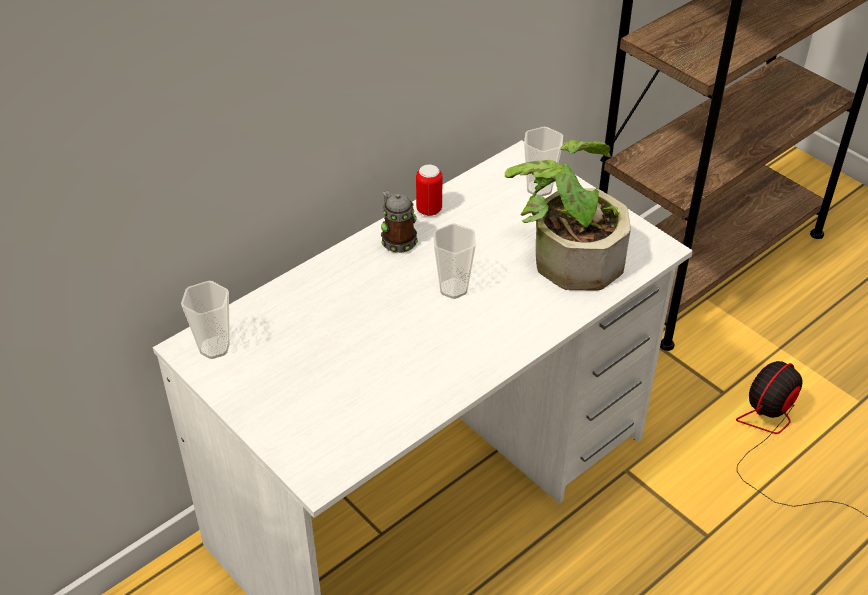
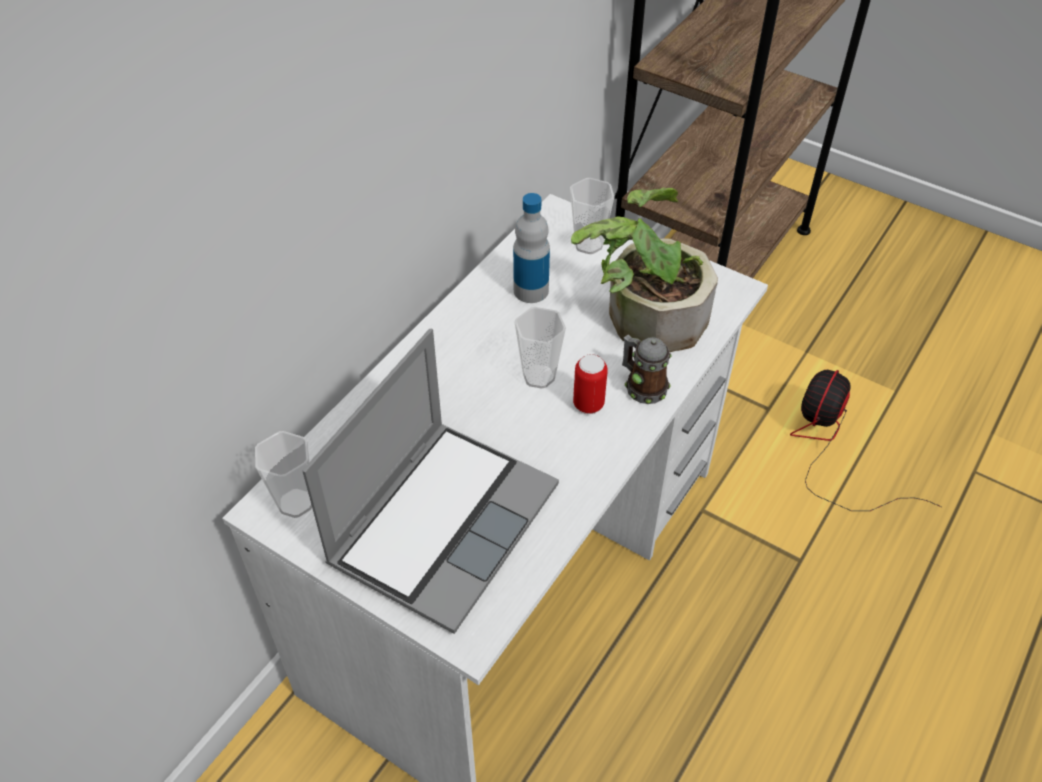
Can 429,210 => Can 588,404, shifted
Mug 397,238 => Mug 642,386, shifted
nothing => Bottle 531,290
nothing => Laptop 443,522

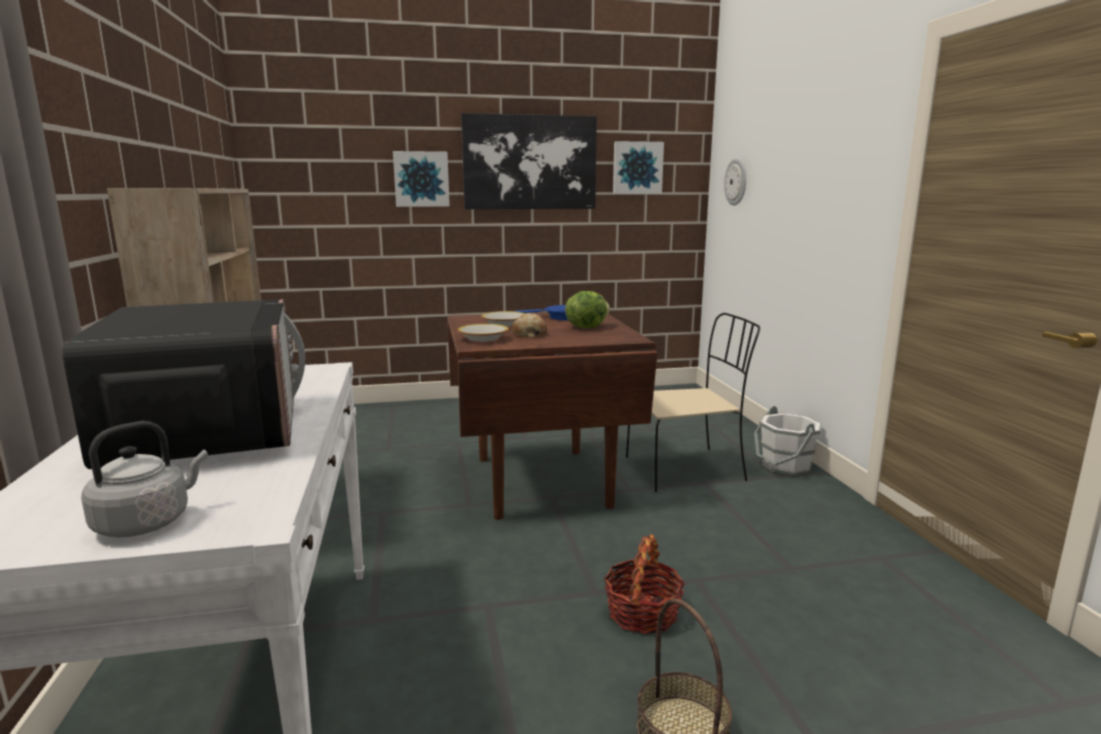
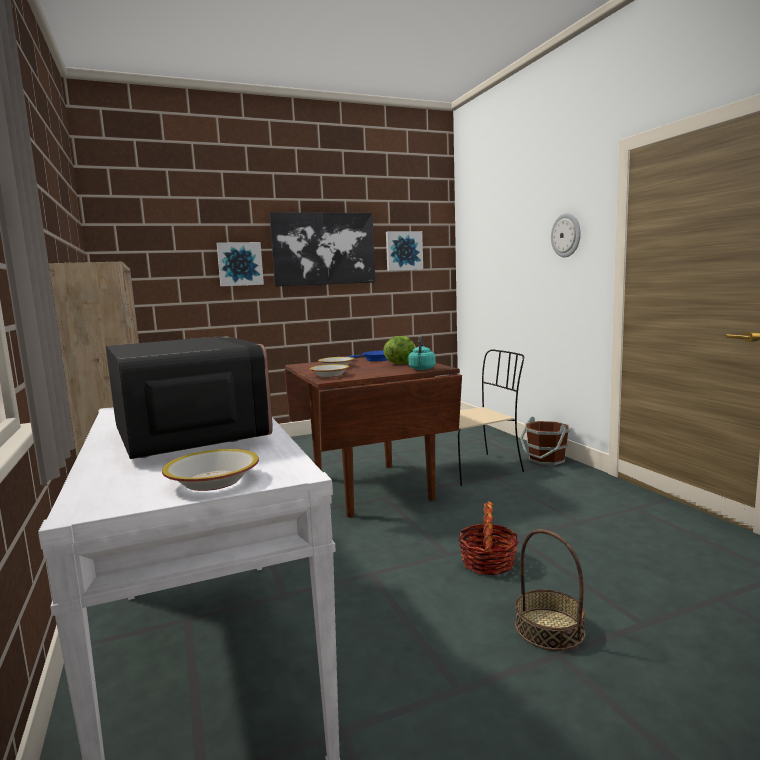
WallClock 736,182 => WallClock 566,235, shifted
Bread 529,334 => nothing
WhiteBucket 785,466 => BrownBucket 546,459
GreyKettle 147,522 => Bowl 213,481
nothing => TurquoiseKettle 422,369

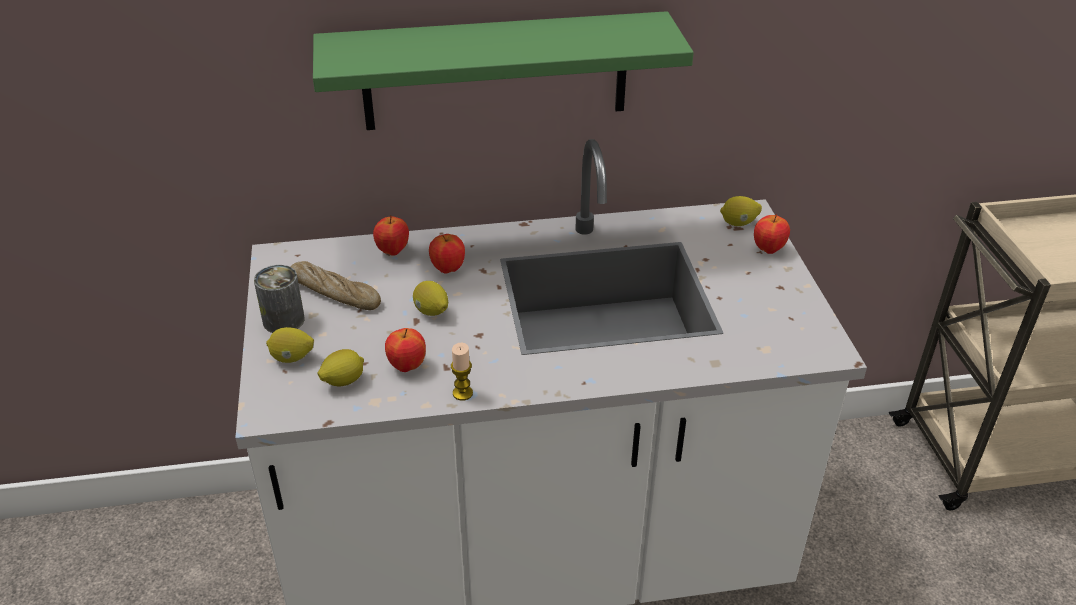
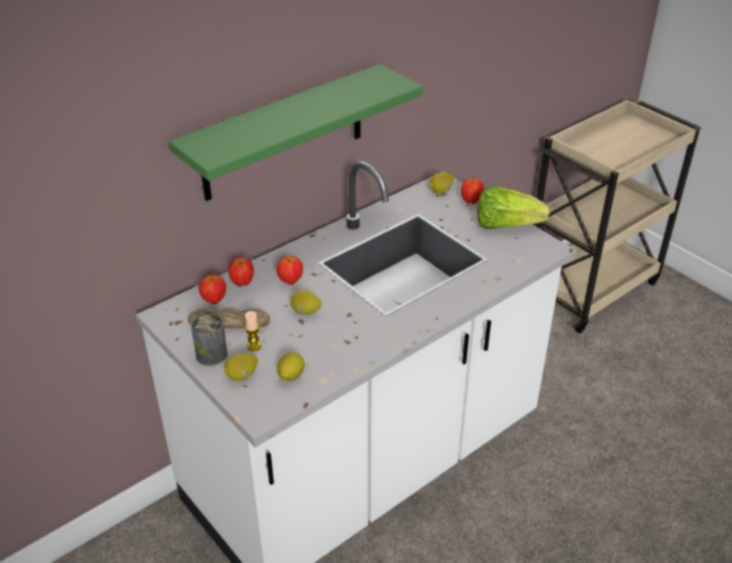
Apple 407,366 => Apple 214,300, shifted
Candle 462,393 => Candle 254,346, shifted
nothing => Lettuce 506,225

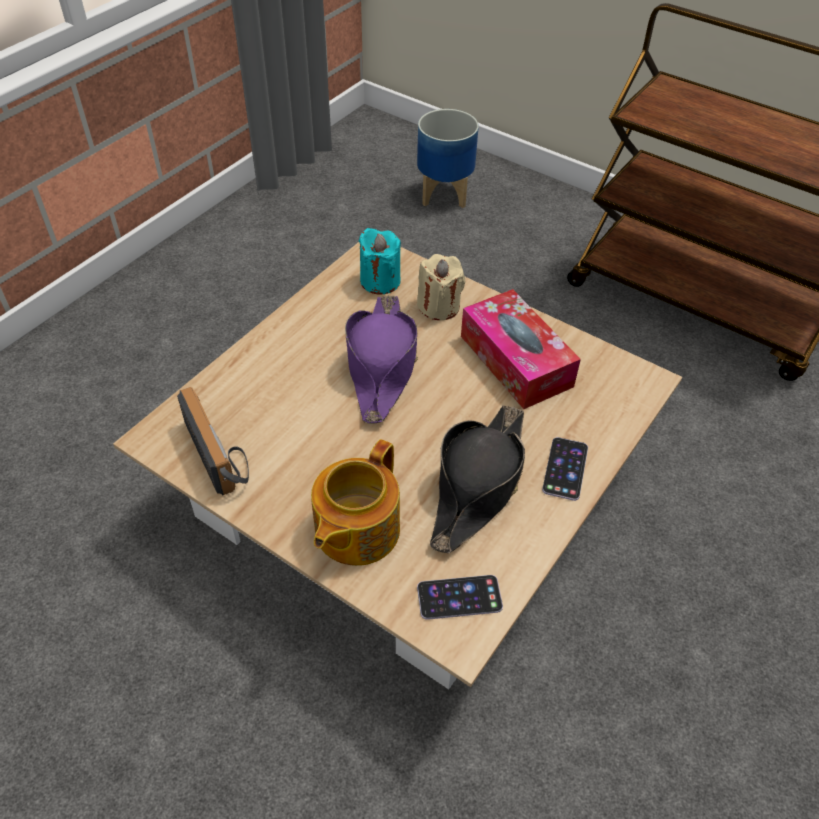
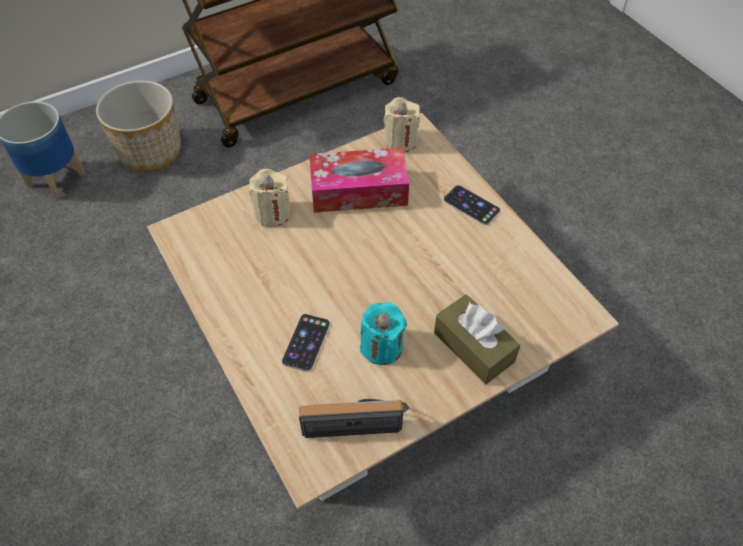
TurquoiseCandle 380,281 => TurquoiseCandle 382,347, shifted
PurpleHat 381,365 => nothing
BlackHat 478,484 => nothing
Teapot 355,530 => BrownTissueBox 473,347
Phone 459,597 => Phone 306,342, shifted
nothing => Planter 150,150
nothing => BeigeCandle 400,141

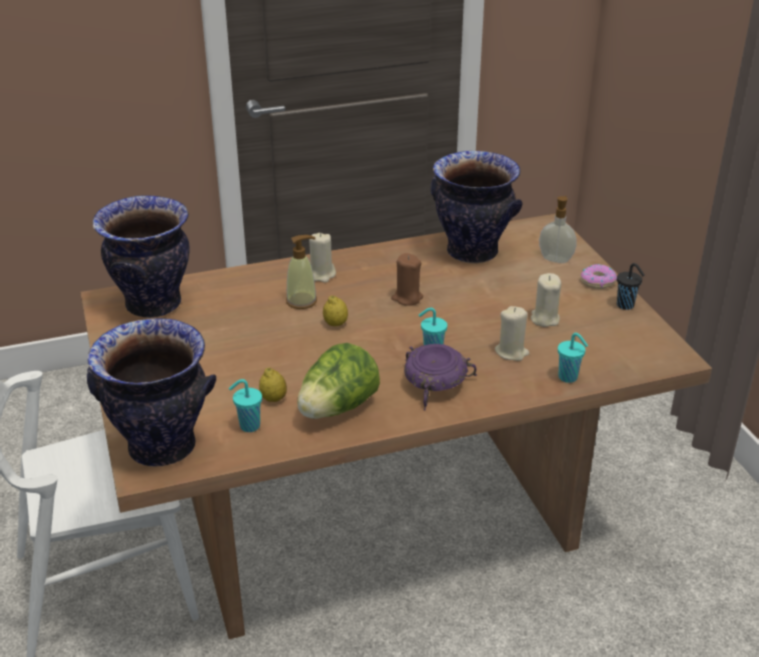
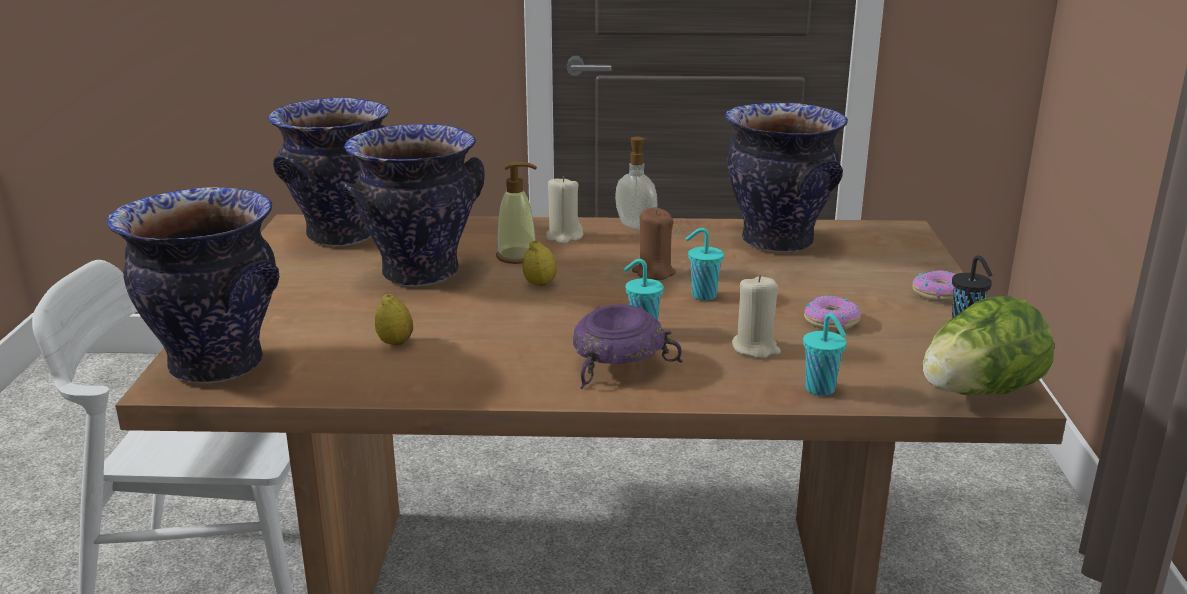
SoapDispenser 556,259 => SoapDispenser 636,225, shifted
BeigeCandle 544,319 => Donut 830,321
Lettuce 337,408 => Lettuce 978,392, shifted
TurquoiseCup 248,426 => TurquoiseCup 702,295, shifted
nothing => Vase 420,273

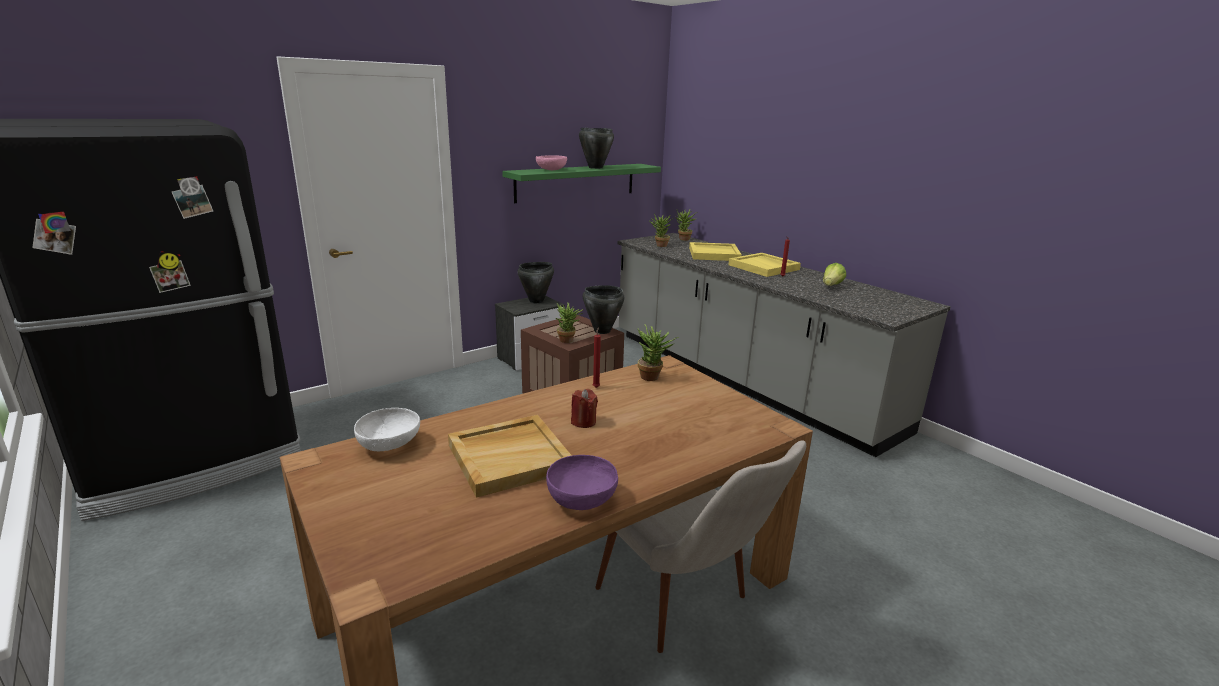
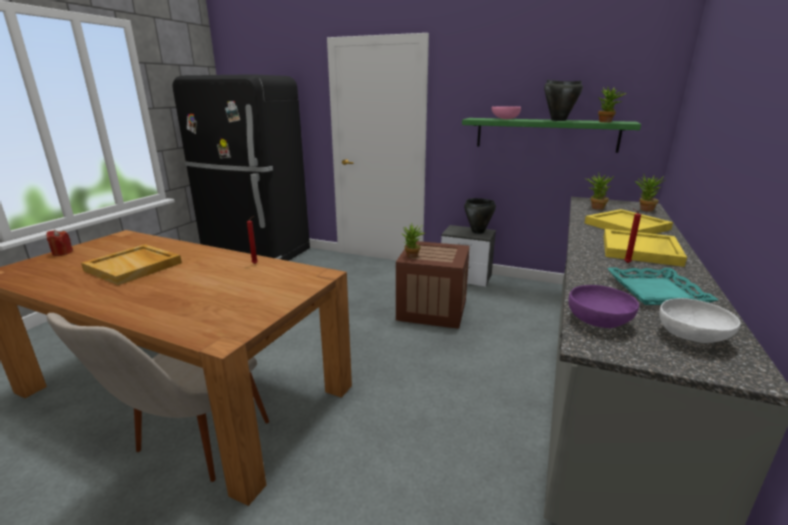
Lettuce 831,286 => TurquoiseTray 656,292
BlackCookingPot 602,331 => nothing
PottedPlant 653,377 => PottedPlant 607,122, shifted
RedCandle 583,422 => RedCandle 62,253, shifted
WhiteBowl 390,445 => WhiteBowl 692,337, shifted
PurpleBowl 581,498 => PurpleBowl 599,321, shifted

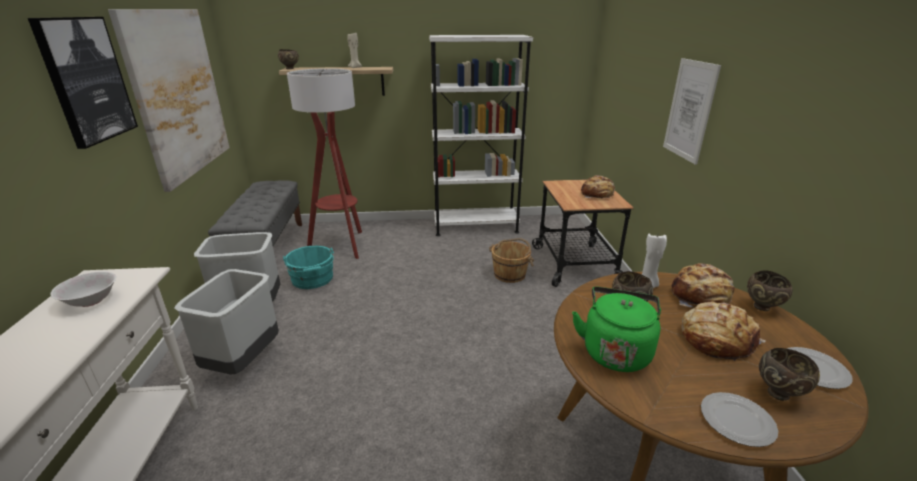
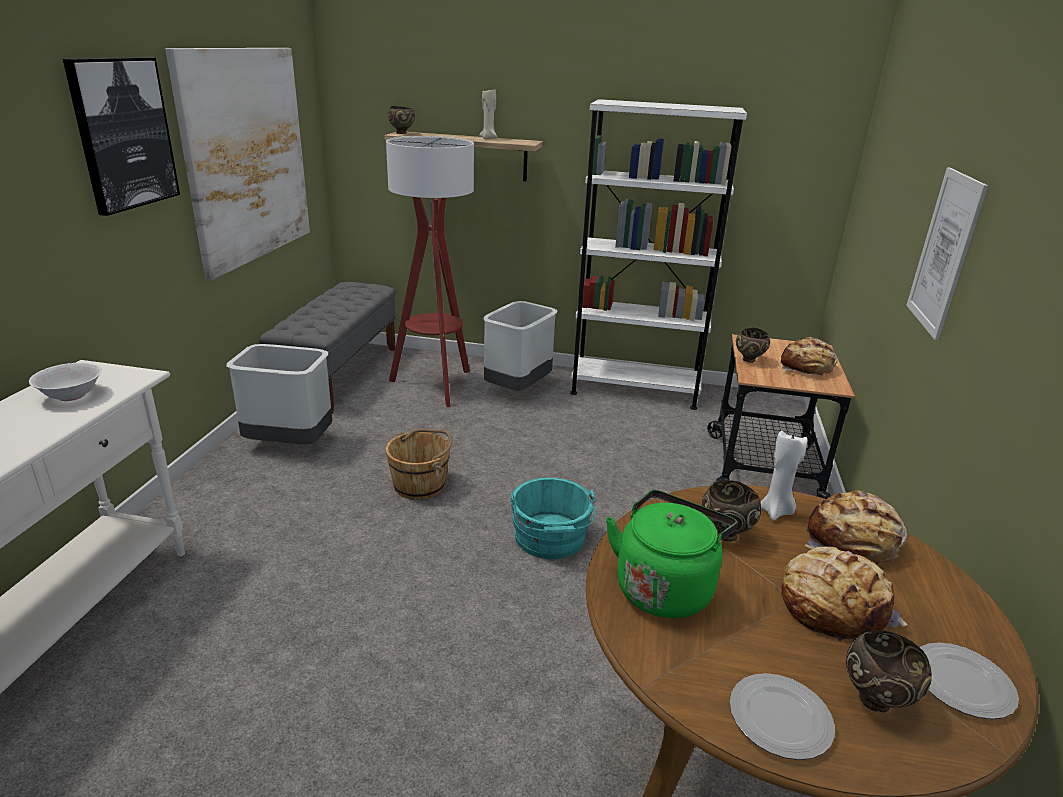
BrownBucket 510,274 => BrownBucket 420,485, shifted
TurquoiseBucket 313,279 => TurquoiseBucket 550,539, shifted
GreyTrashCan 243,360 => GreyTrashCan 517,388, shifted
BrownBowl 762,308 => BrownBowl 749,360, shifted

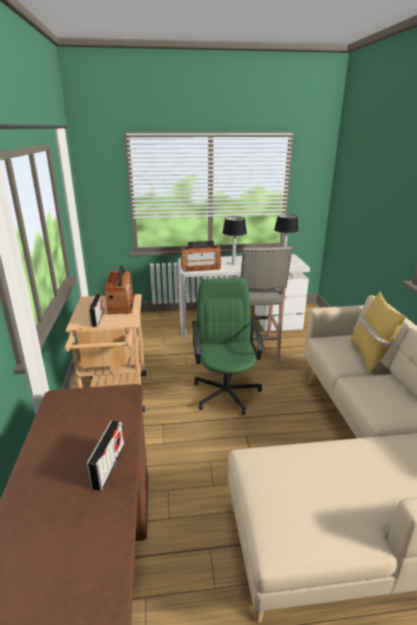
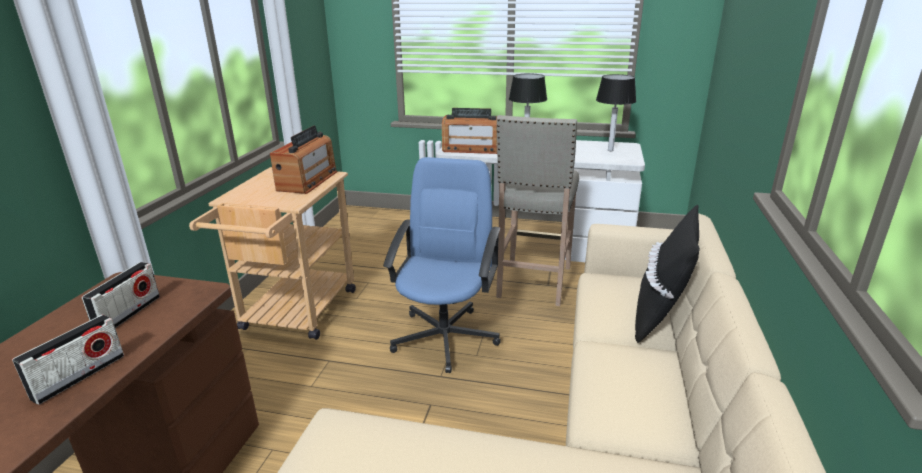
GreenOfficeChair 226,392 => BlueOfficeChair 445,337
YellowPillow 369,356 => BlackPillow 660,316
Radio 97,318 => Radio 128,314, shifted

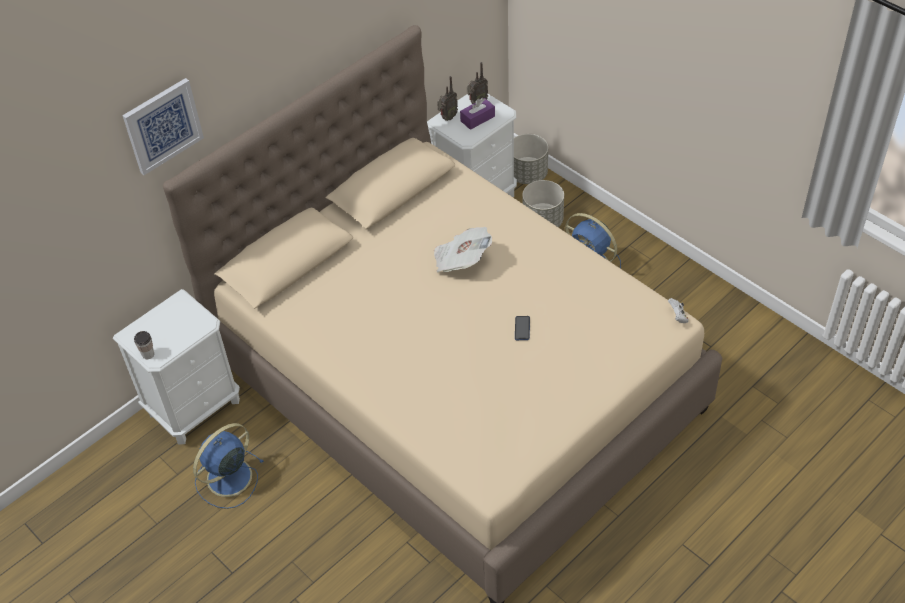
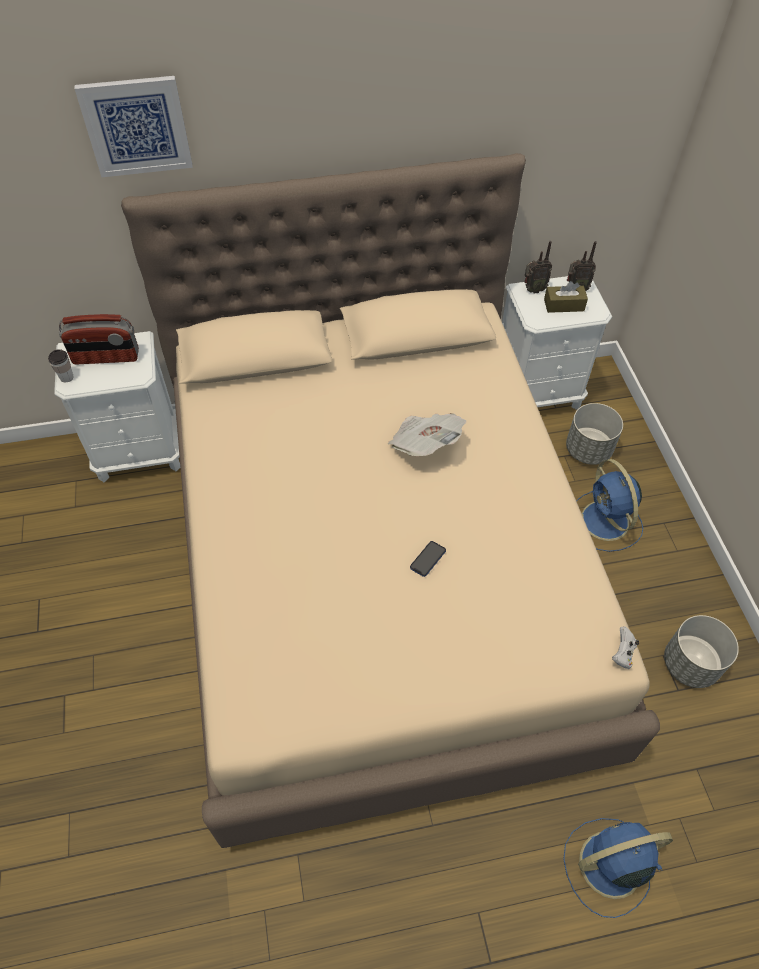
PurpleTissueBox 477,119 => BrownTissueBox 564,305
GreyPlanter 528,175 => GreyPlanter 690,665, shifted
BlueFan 227,478 => BlueFan 607,865, shifted
nothing => Radio 106,357

